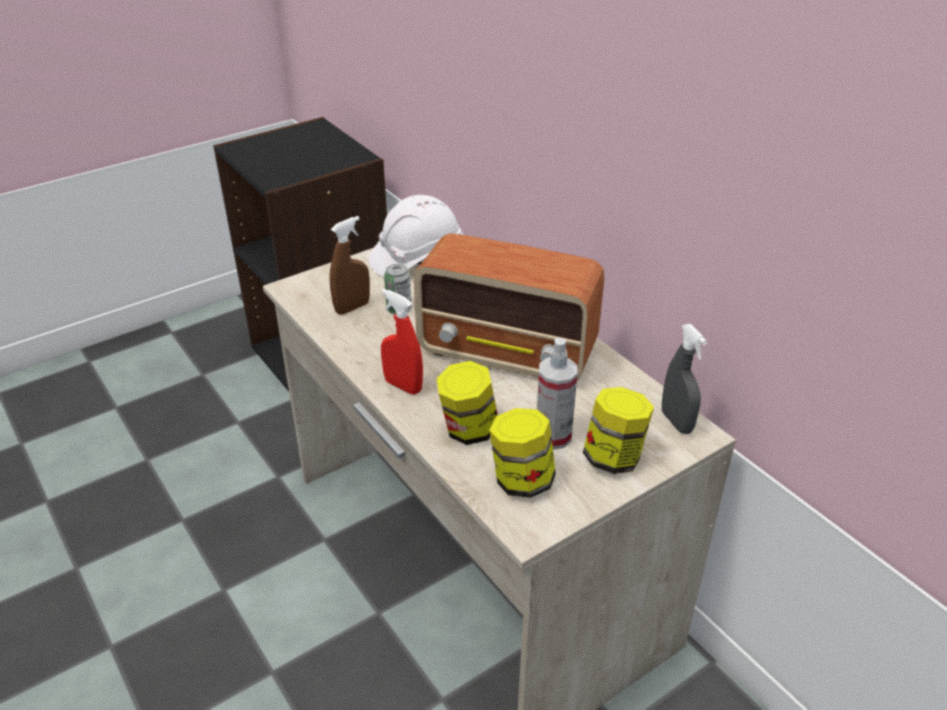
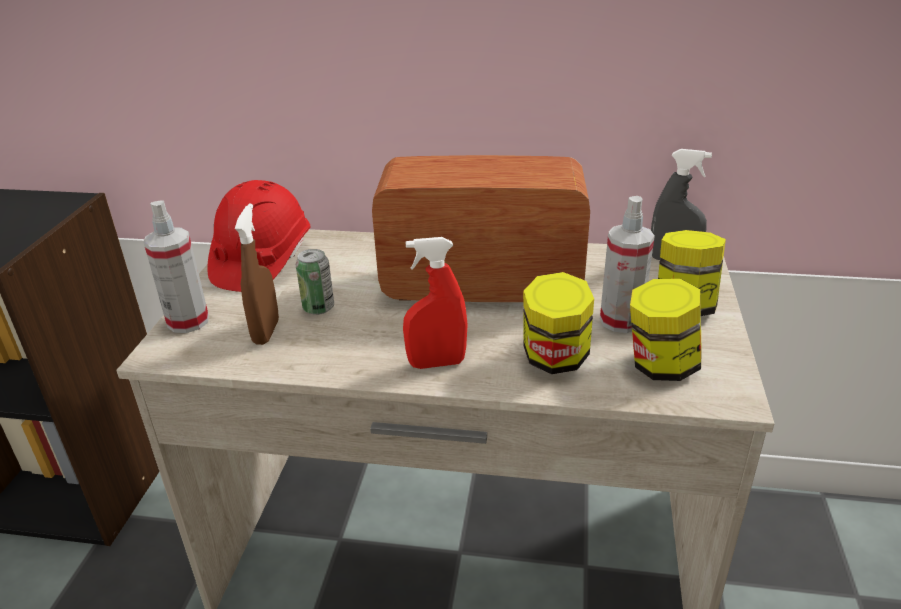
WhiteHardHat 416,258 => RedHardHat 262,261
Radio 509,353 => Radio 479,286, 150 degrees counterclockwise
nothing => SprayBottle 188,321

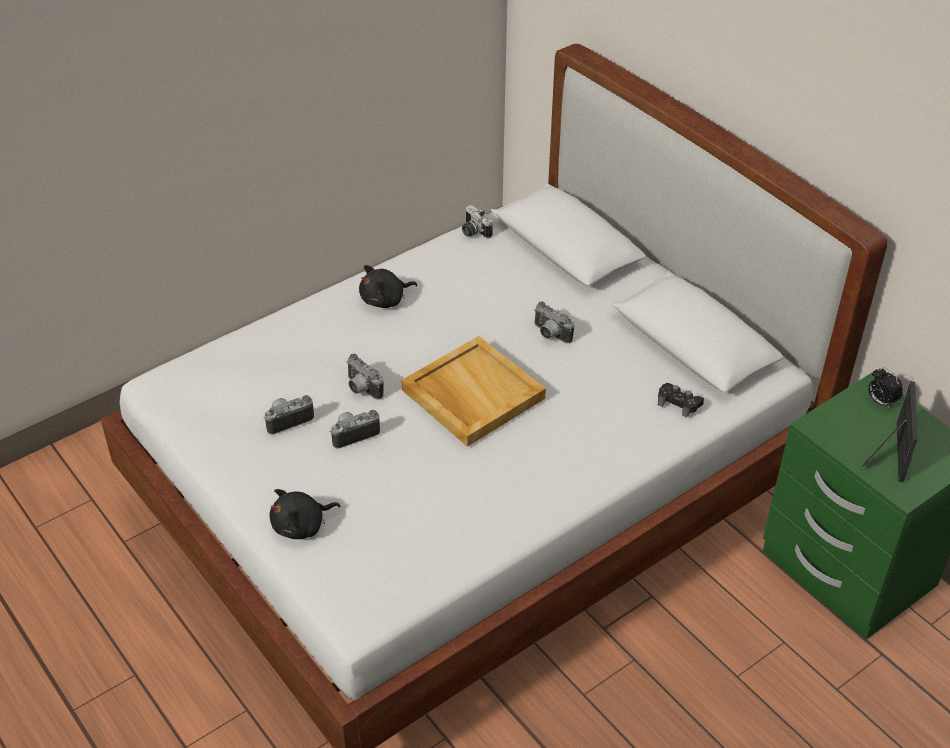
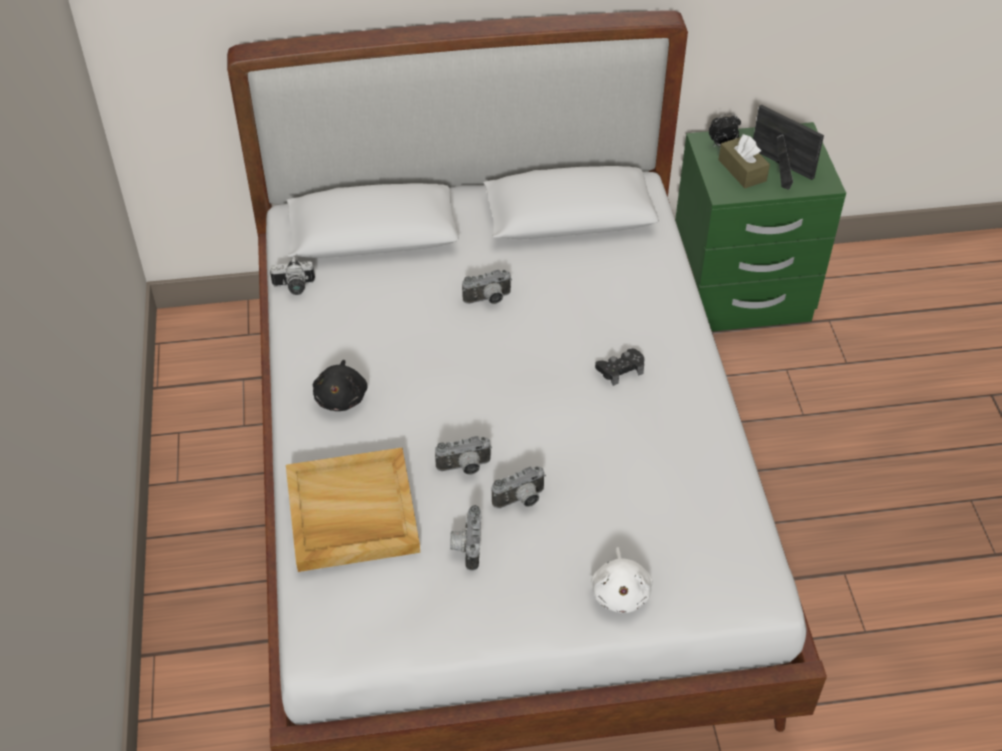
BeigeTray 471,394 => BeigeTray 351,514, shifted
BlackGameController 679,403 => BlackGameController 620,369, shifted
PhotoCamera 353,434 => PhotoCamera 521,500, 120 degrees counterclockwise
BlackPlushToy 302,526 => WhitePlushToy 620,592
nothing => BrownTissueBox 742,170

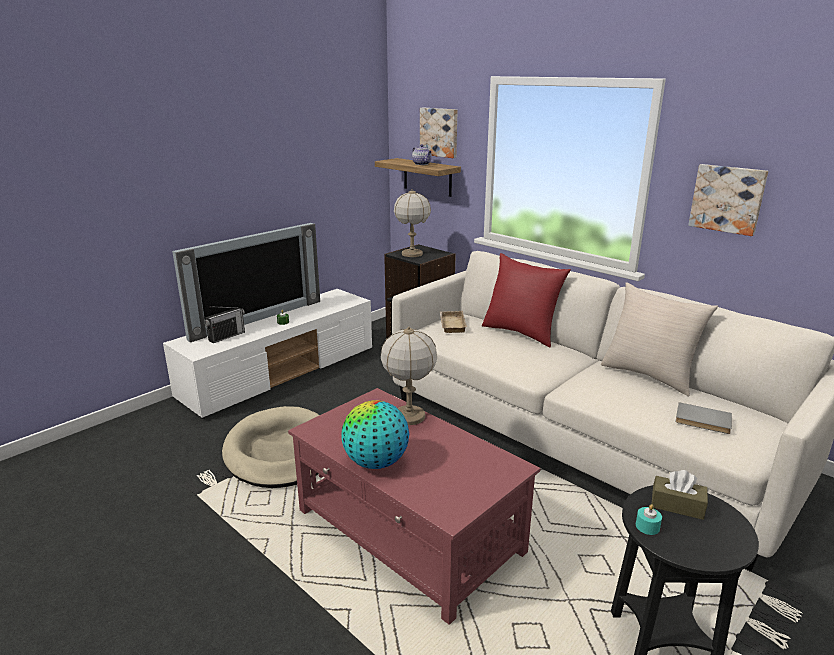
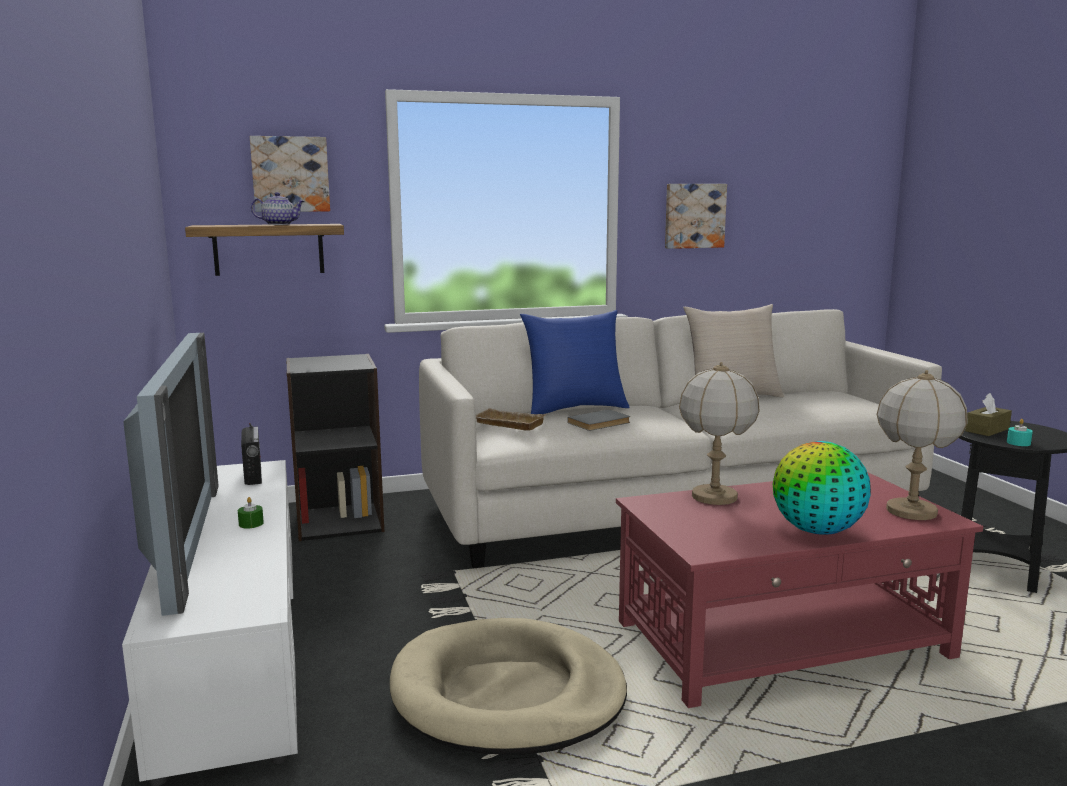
TableLamp 412,254 => TableLamp 910,511, shifted
RedPillow 521,332 => BluePillow 574,408
Radio 226,336 => Radio 253,475, shifted
GreyBook 702,421 => GreyBook 600,423, shifted

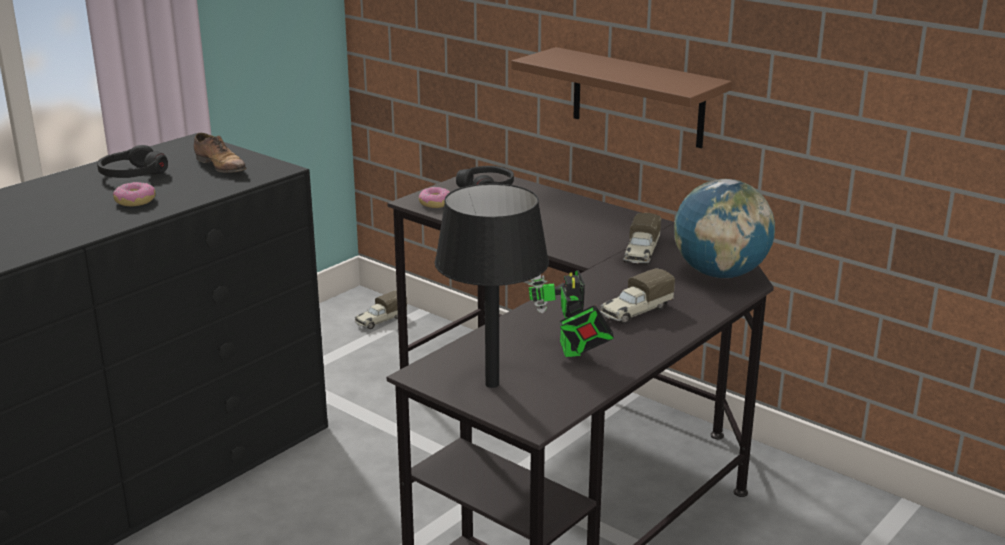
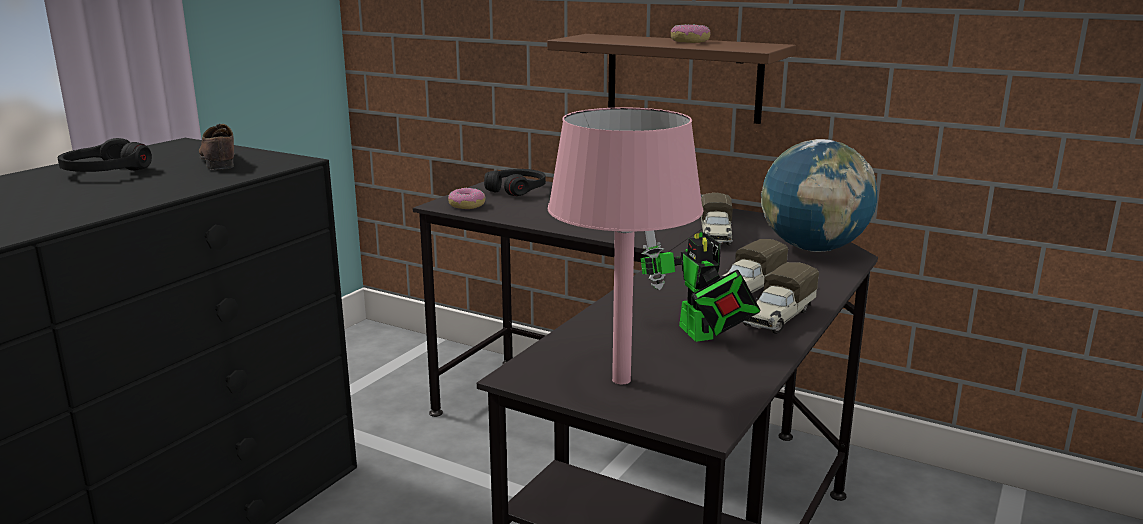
Shoe 221,166 => Shoe 219,161, 150 degrees counterclockwise
Donut 135,201 => Donut 690,41, shifted
BlackTableLamp 492,384 => PinkTableLamp 621,380
ToyTruck 380,320 => ToyTruck 777,318, shifted

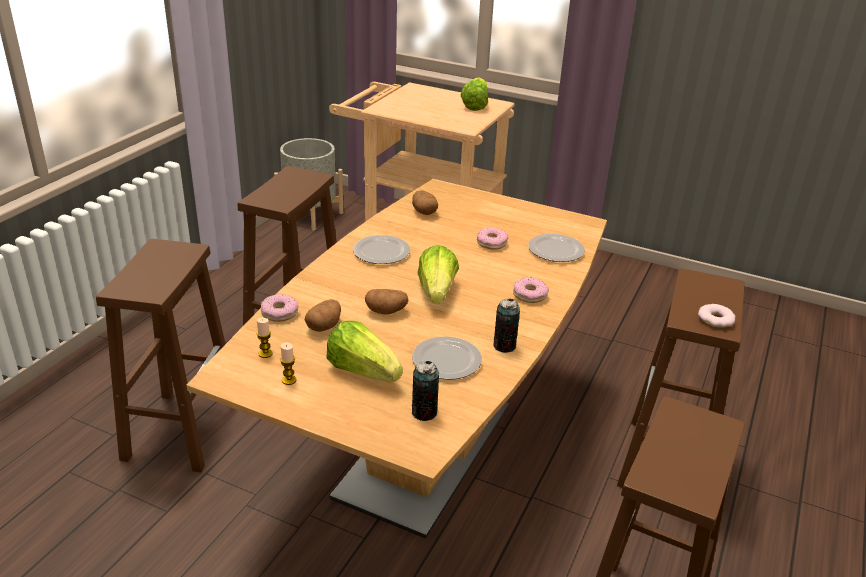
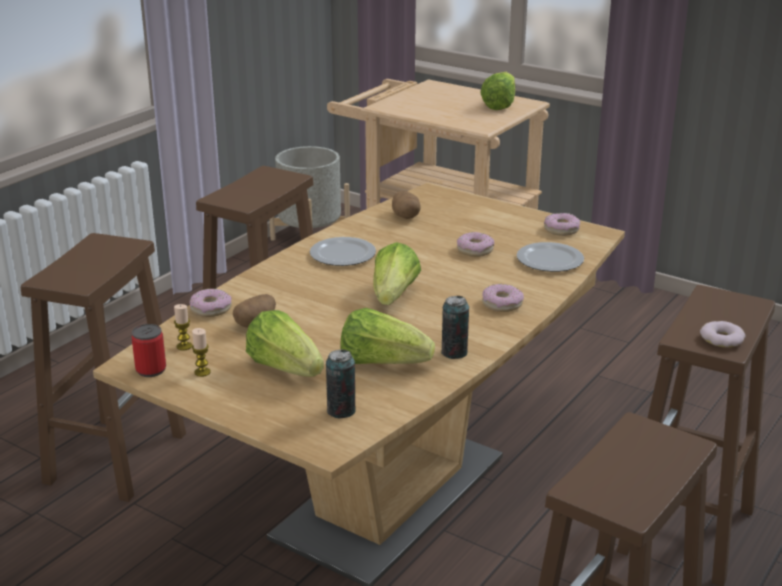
Potato 386,311 => nothing
Plate 446,360 => Lettuce 382,362
nothing => Donut 561,230
nothing => Can 151,370

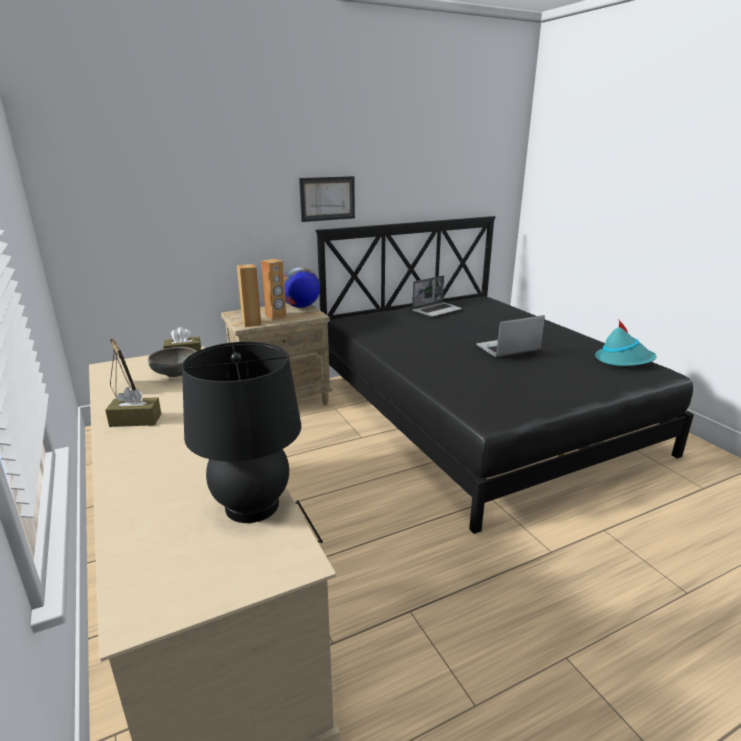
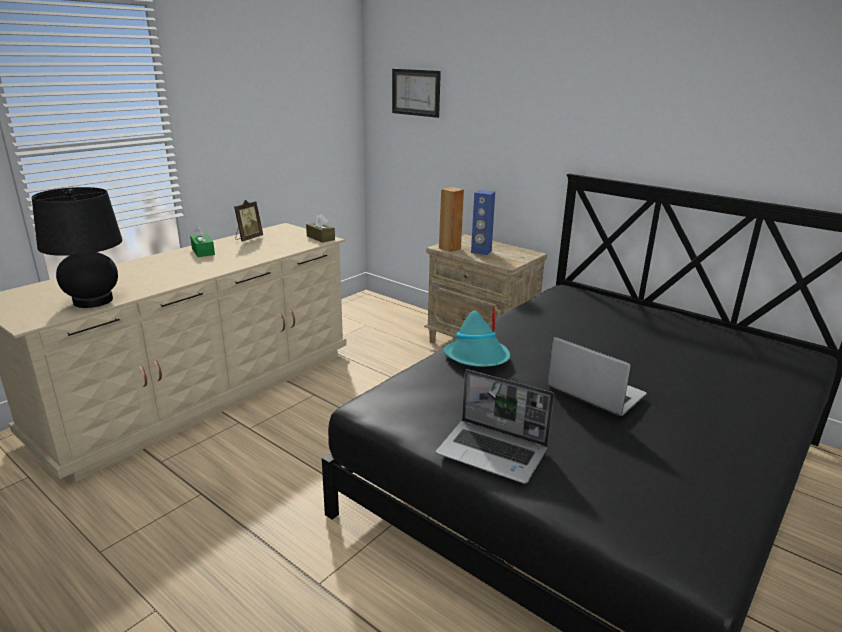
Picture 327,198 => Picture 416,92, shifted
BrownSpeaker 276,316 => BlueSpeaker 481,252
Globe 301,306 => nothing
Laptop 437,310 => Laptop 493,452, shifted
TurquoiseHat 623,360 => TurquoiseHat 477,358, shifted
GreyBowl 175,373 => nothing
BrownTissueBox 135,420 => GreenTissueBox 203,251

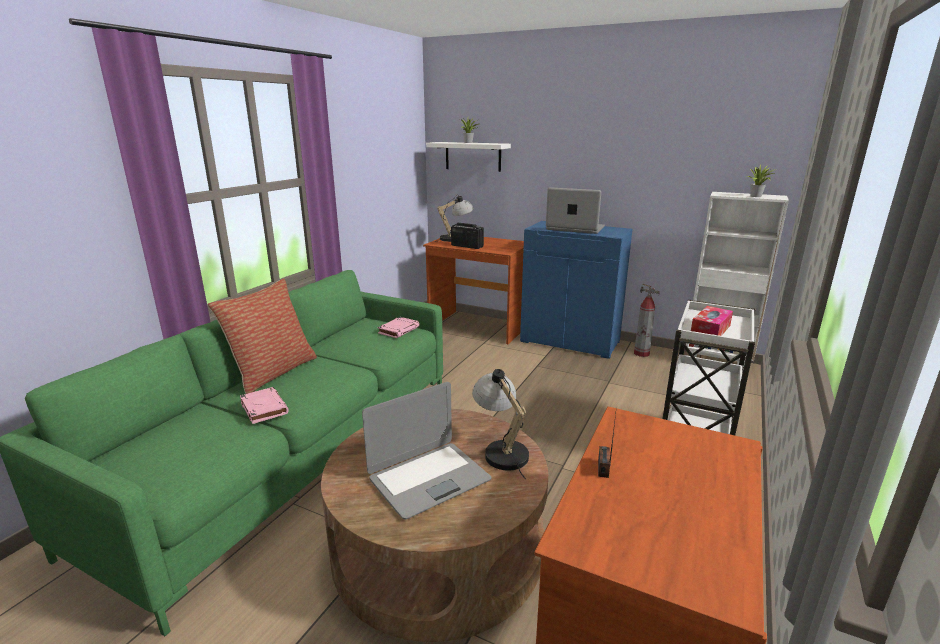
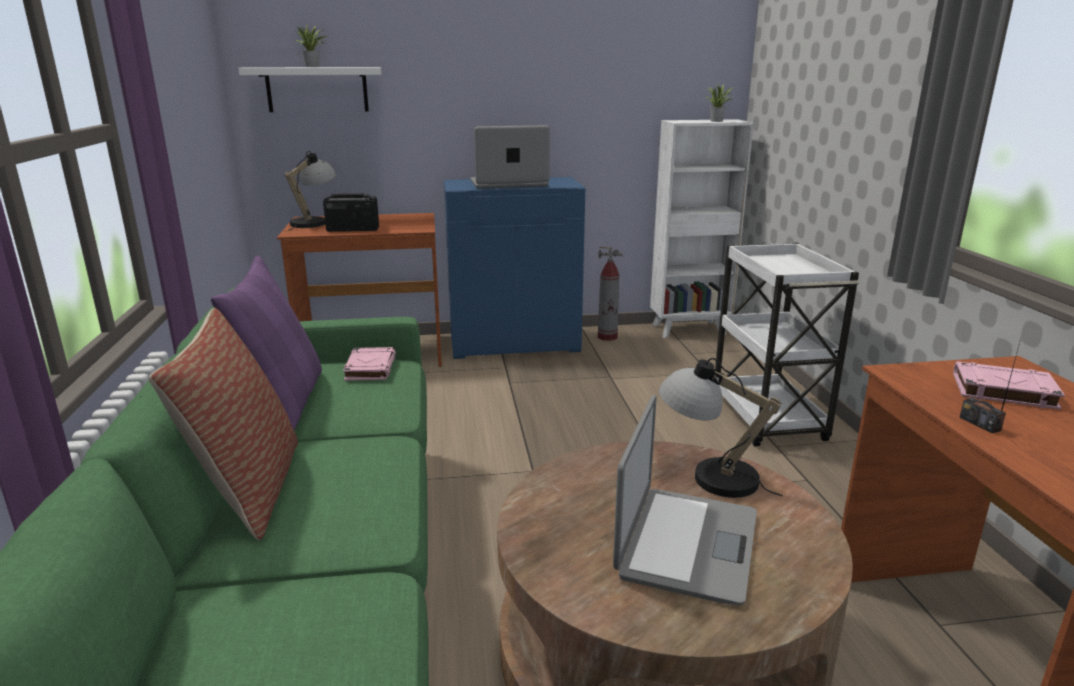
TissueBox 710,330 => nothing
PinkBook 263,408 => PinkBook 1002,391, shifted
nothing => PurplePillow 284,401

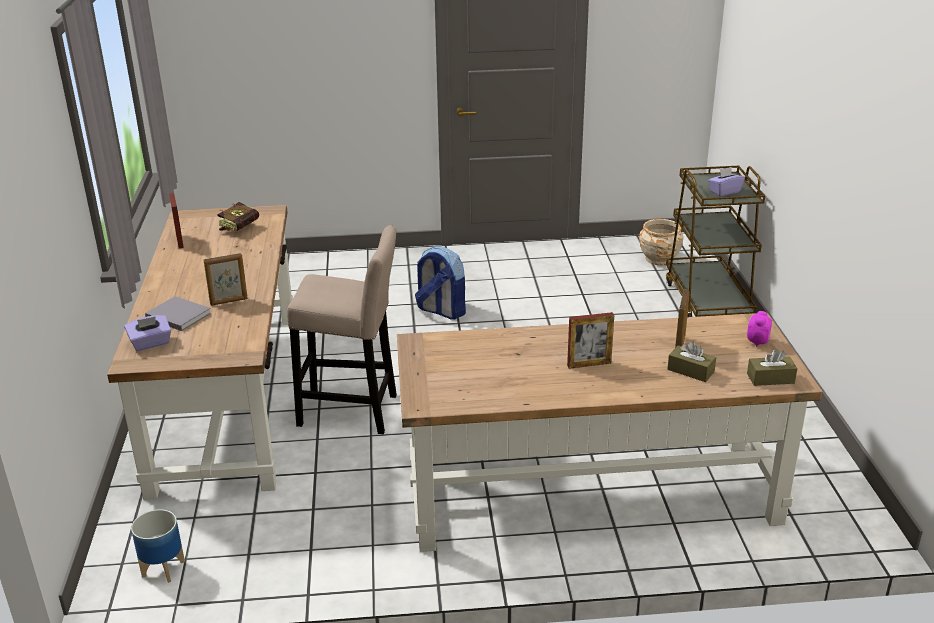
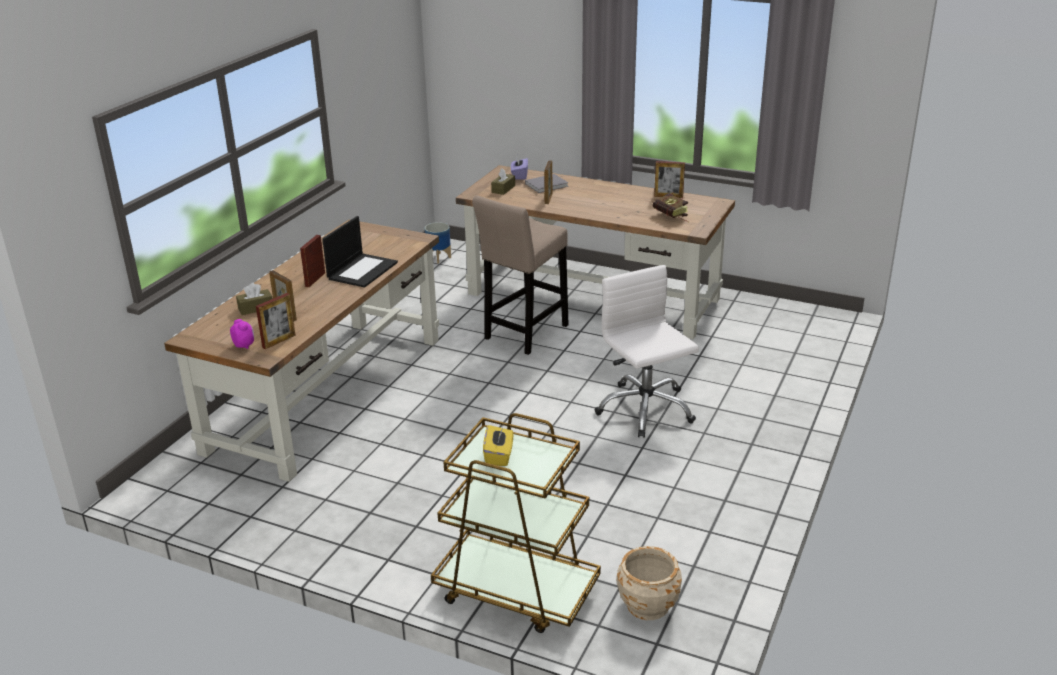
PurpleTissueBox 724,192 => YellowTissueBox 499,456
Backpack 441,311 => WhiteOfficeChair 645,409
BrownTissueBox 770,378 => BrownTissueBox 503,189, shifted
nothing => Laptop 362,270
nothing => PictureFrame 279,341

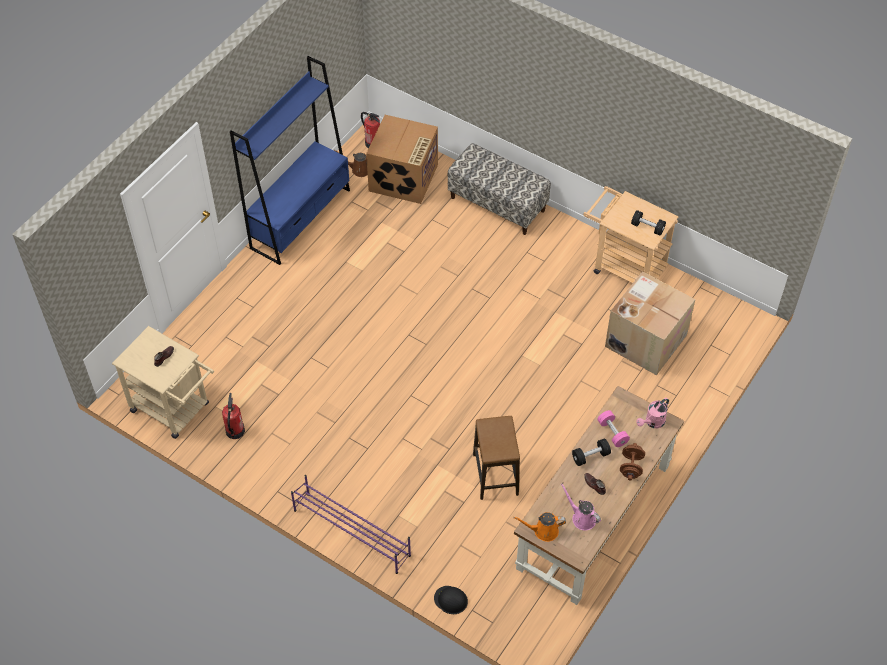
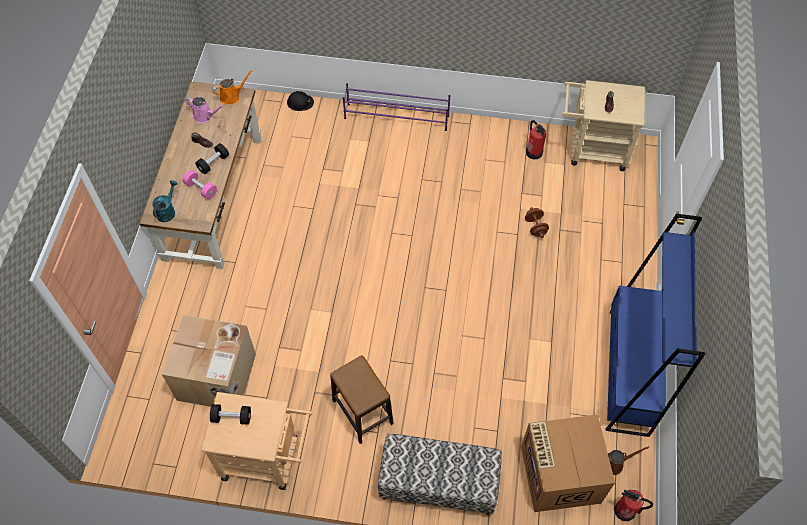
PinkWateringCan 652,422 => TurquoiseWateringCan 167,211
Stool 495,474 => Stool 363,412, shifted
BrownDumbbell 631,467 => BrownDumbbell 535,227, shifted

